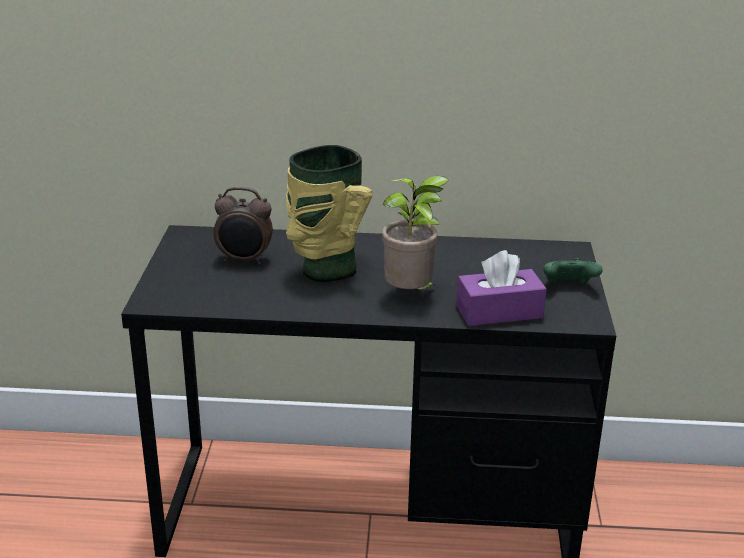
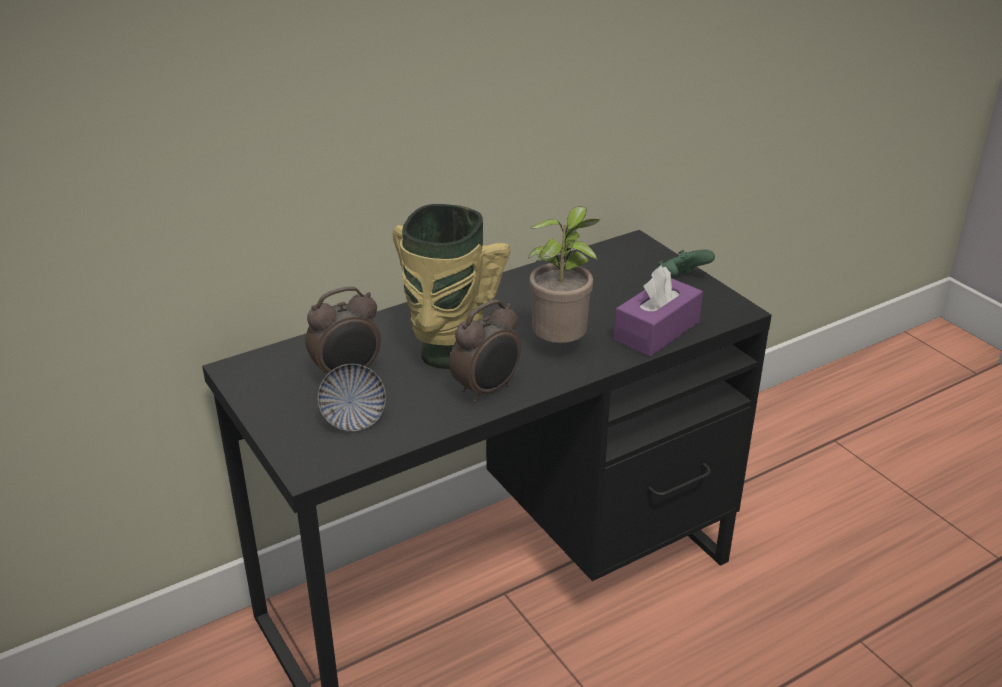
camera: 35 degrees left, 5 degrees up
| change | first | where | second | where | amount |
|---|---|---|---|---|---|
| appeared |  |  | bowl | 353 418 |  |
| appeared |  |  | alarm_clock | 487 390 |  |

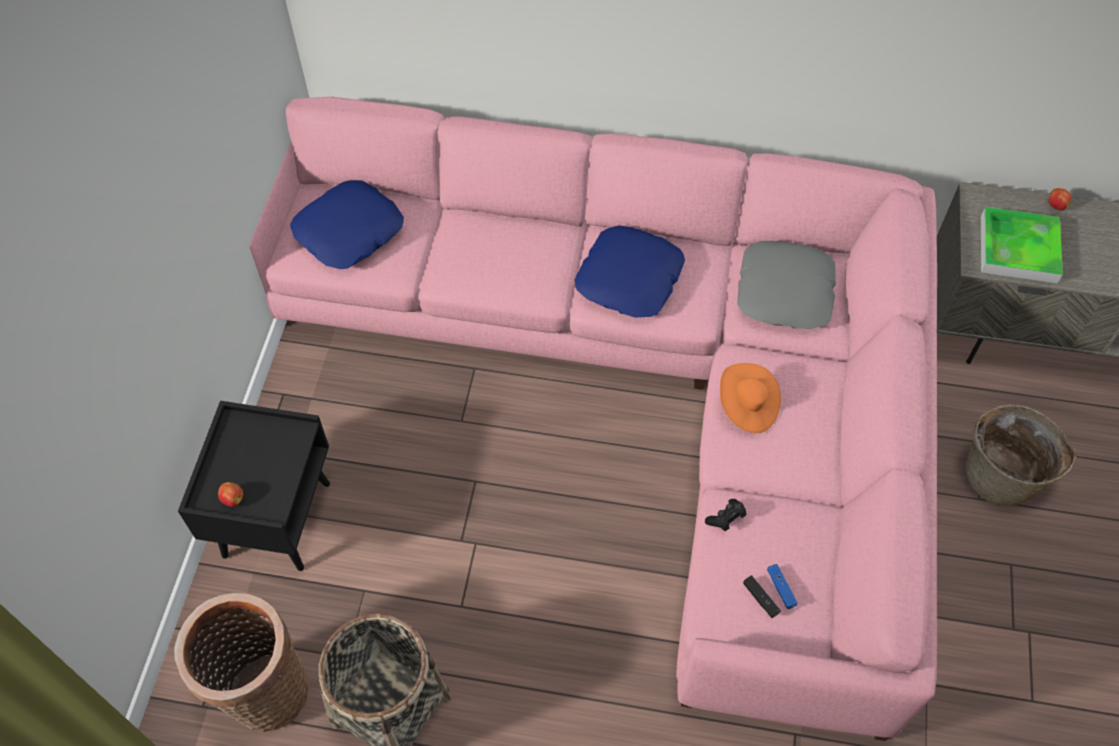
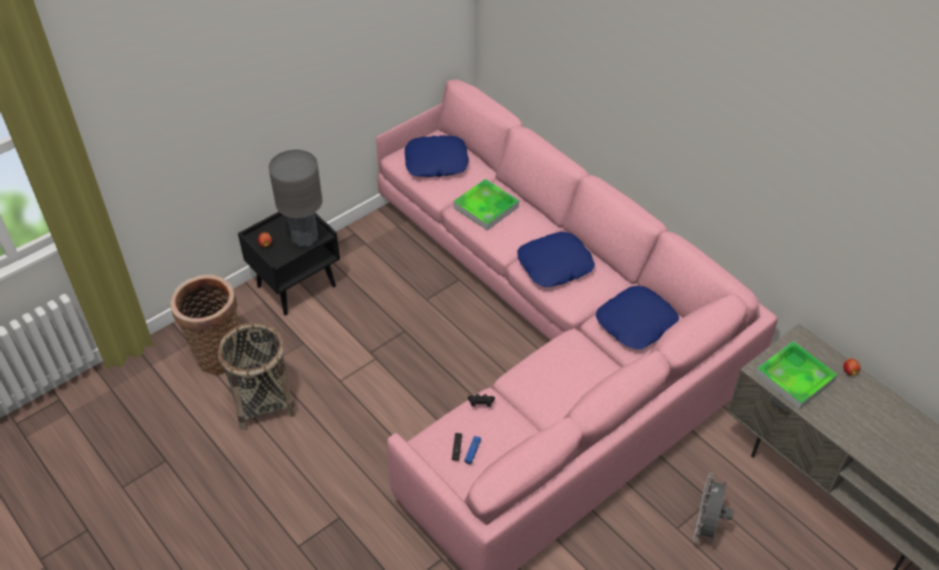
camera: 40 degrees right, 10 degrees down
| change | first | where | second | where | amount |
|---|---|---|---|---|---|
| missing | orange_hat | 747 406 |  |  |  |
| colour | grey_pillow | 785 292 | blue_pillow | 636 323 |  |
| exchanged | basket | 1002 475 | grey_fan | 706 527 |  |
| appeared |  |  | grey_table_lamp | 304 237 |  |
| appeared |  |  | tray | 486 207 |  |

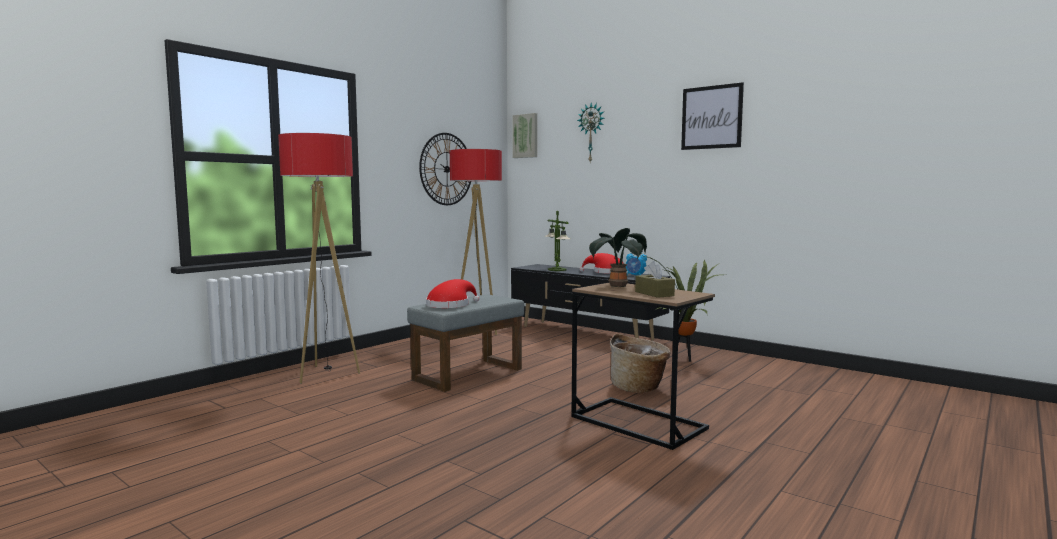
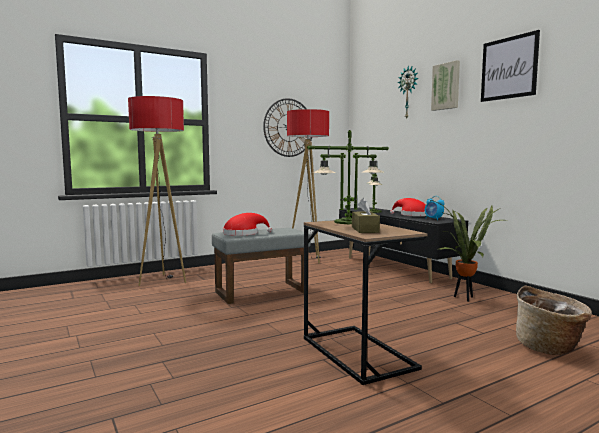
camera: 20 degrees right, 0 degrees up
| change | first | where | second | where | amount |
|---|---|---|---|---|---|
| relocated | picture | 526 136 |  | 446 86 |  |
| exchanged | potted_plant | 617 286 | table_lamp | 348 222 |  |
| relocated | basket | 639 388 |  | 549 348 |  |

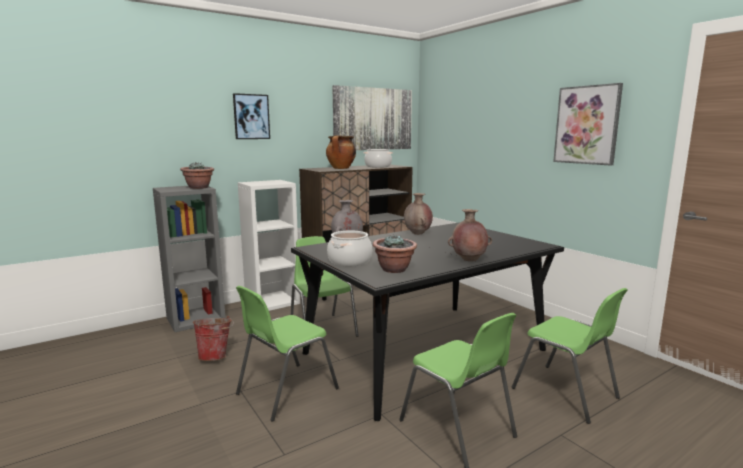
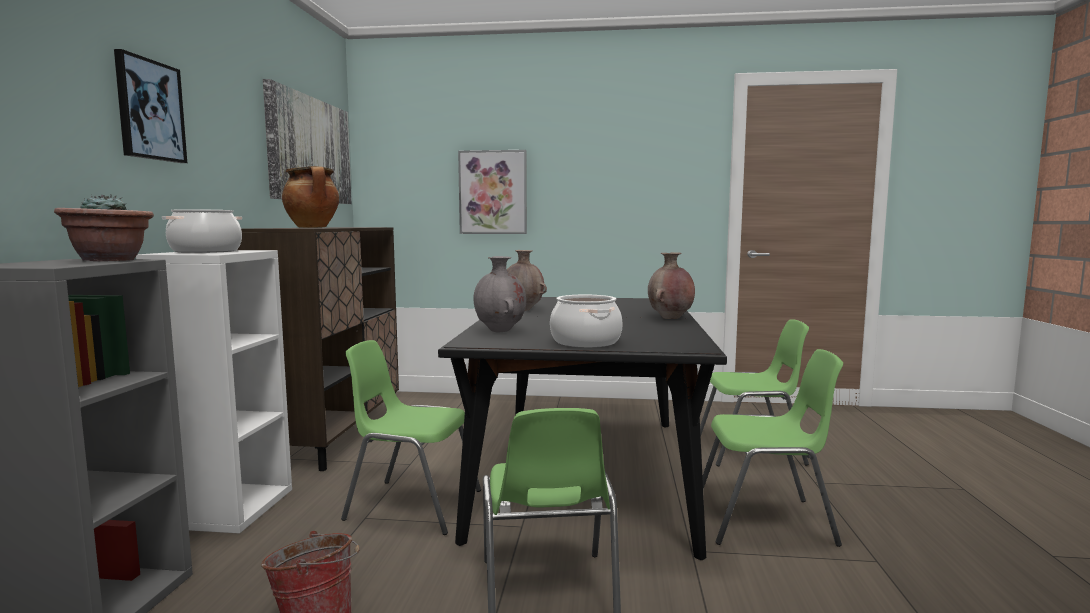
camera: 50 degrees left, 5 degrees down
| change | first | where | second | where | amount |
|---|---|---|---|---|---|
| relocated | cooking_pot | 378 166 |  | 205 251 |  |
| missing | potted_plant | 394 269 |  |  |  |
| relocated | picture | 587 125 |  | 493 192 |  |

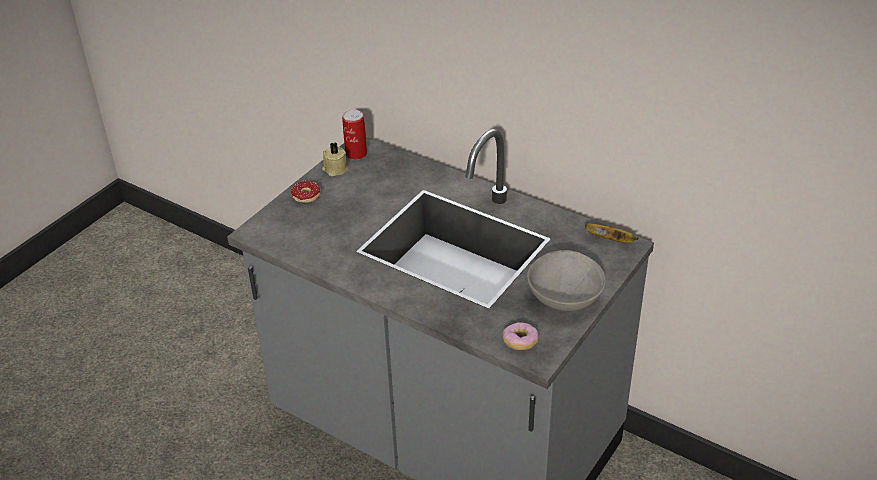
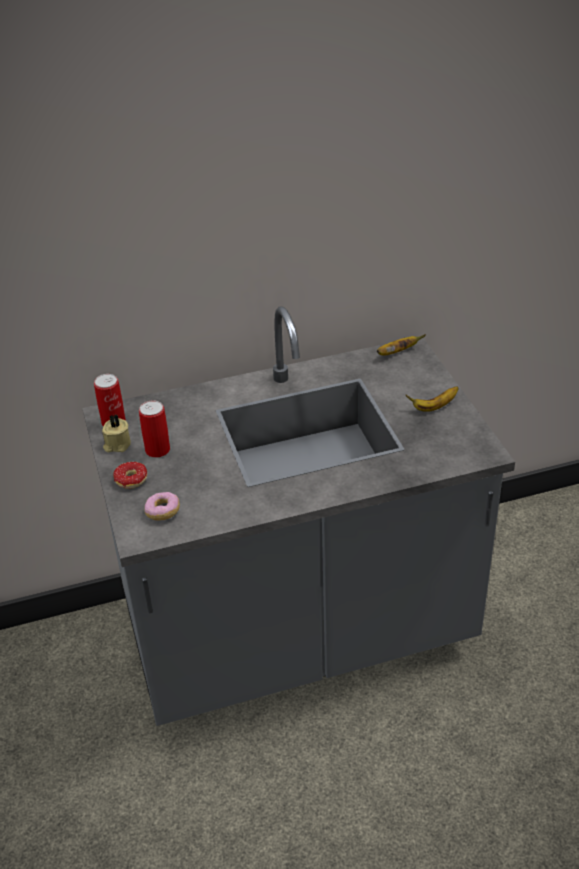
camera: 50 degrees left, 0 degrees up
| change | first | where | second | where | amount |
|---|---|---|---|---|---|
| relocated | donut | 520 342 |  | 163 512 |  |
| exchanged | grey_bowl | 563 297 | banana | 434 407 |  |
| appeared |  |  | can | 157 450 |  |

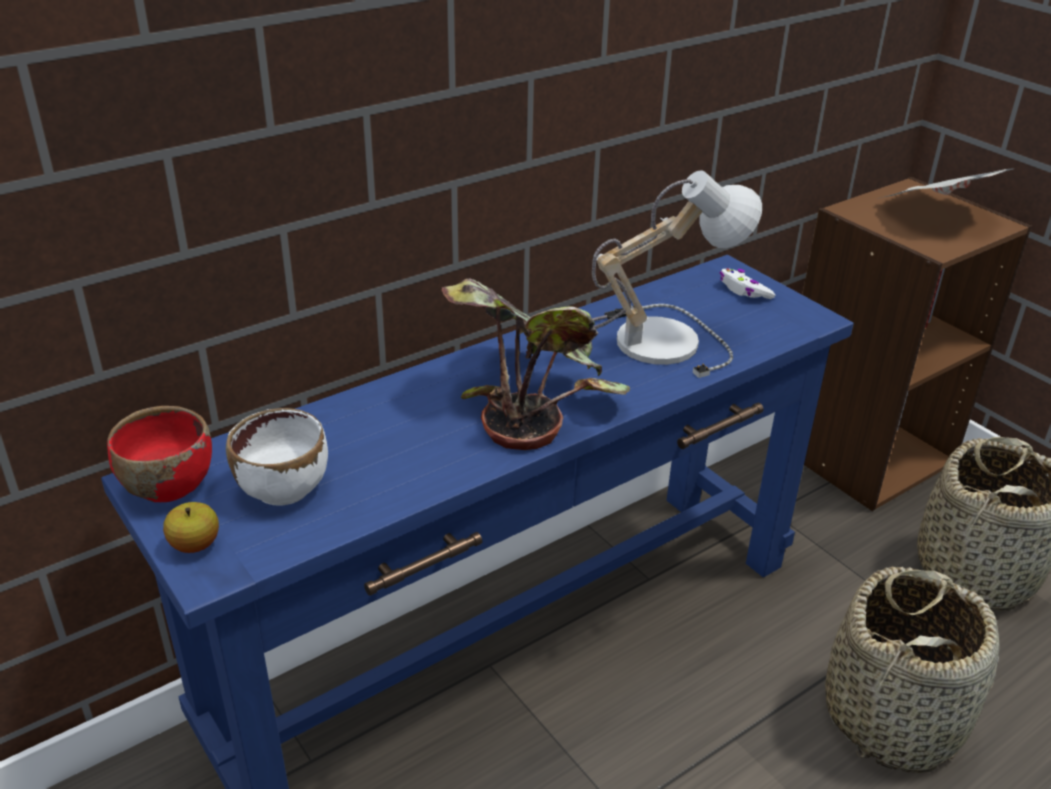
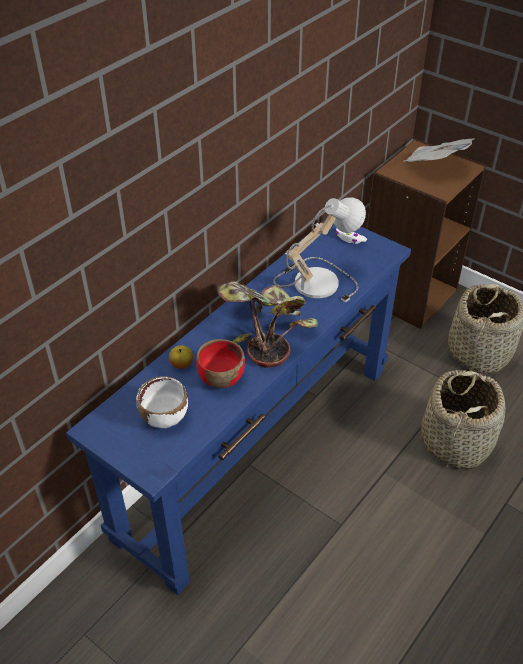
camera: 15 degrees left, 10 degrees up
| change | first | where | second | where | amount |
|---|---|---|---|---|---|
| relocated | red_bowl | 167 485 |  | 220 378 |  |
| relocated | apple | 195 545 |  | 181 364 |  |

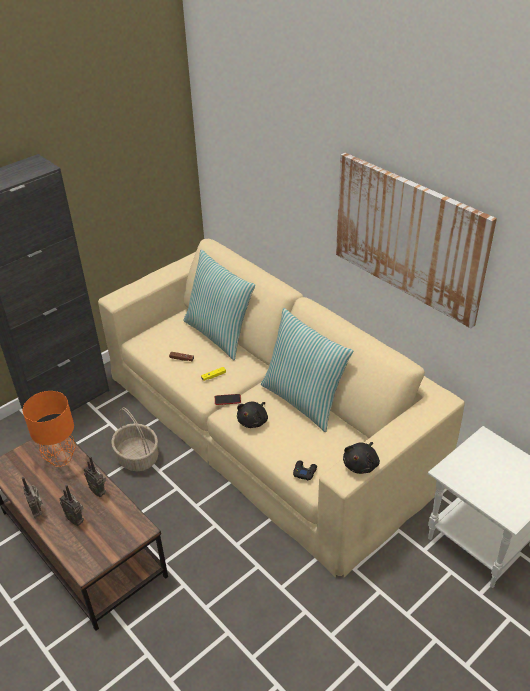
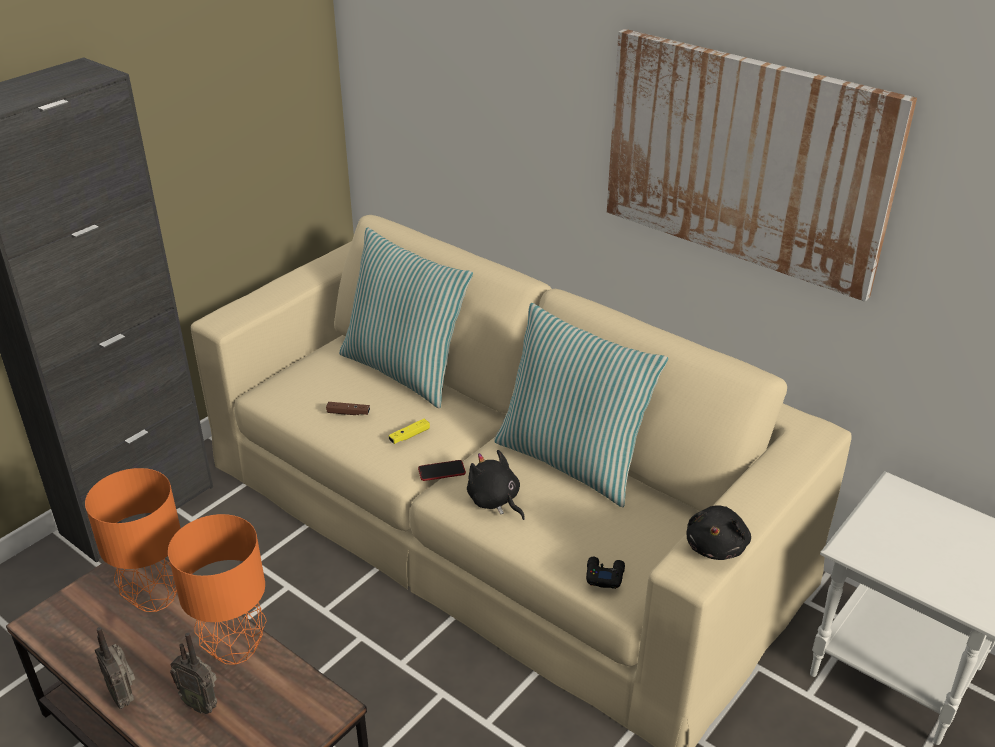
camera: 10 degrees left, 5 degrees down
| change | first | where | second | where | amount |
|---|---|---|---|---|---|
| exchanged | radio | 99 491 | orange_table_lamp | 237 647 |  |
| missing | basket | 138 457 |  |  |  |
| spun | black_plush_toy | 253 421 |  | 495 501 | 120 degrees clockwise |

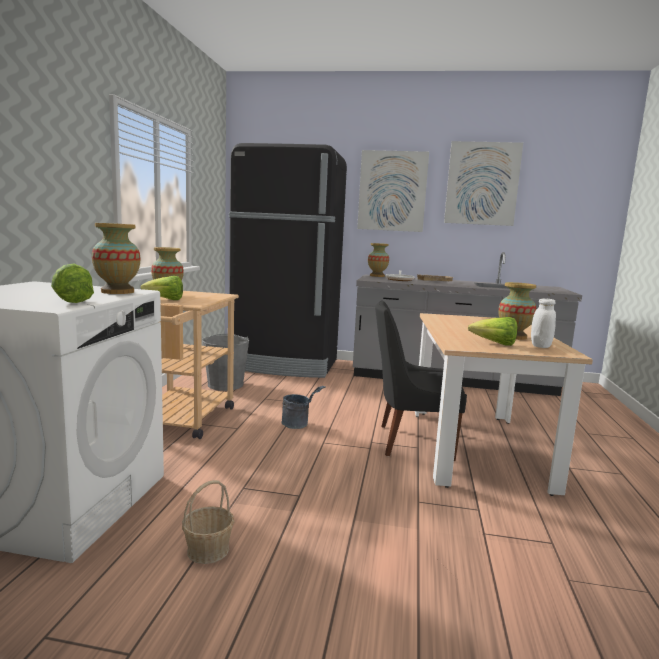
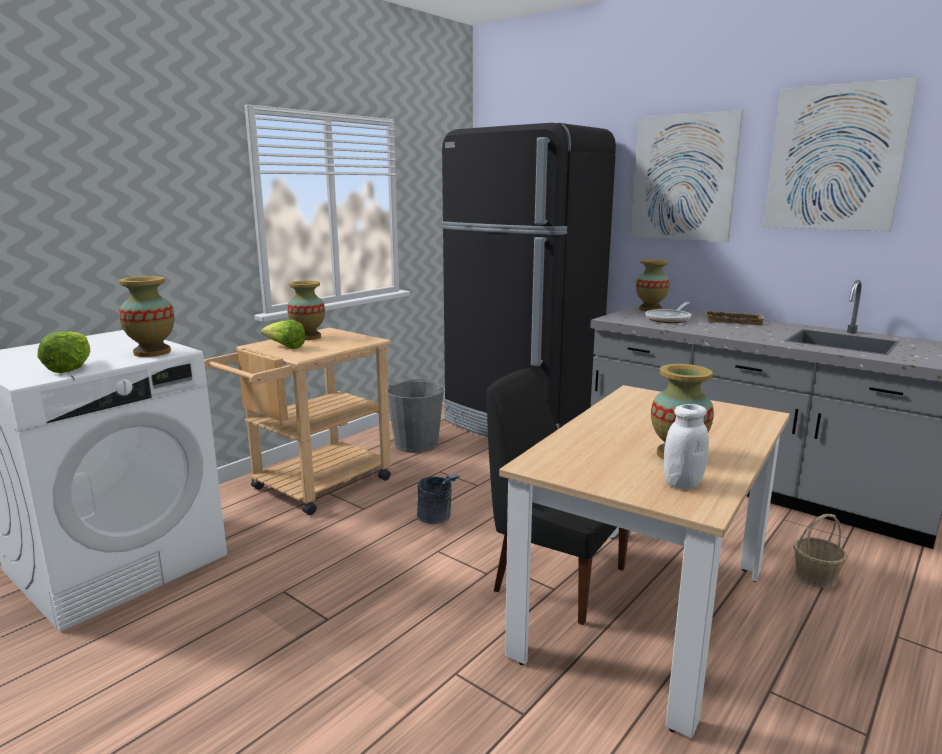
camera: 30 degrees right, 5 degrees up
| change | first | where | second | where | amount |
|---|---|---|---|---|---|
| relocated | basket | 208 550 |  | 815 576 |  |
| missing | lettuce | 495 344 |  |  |  |

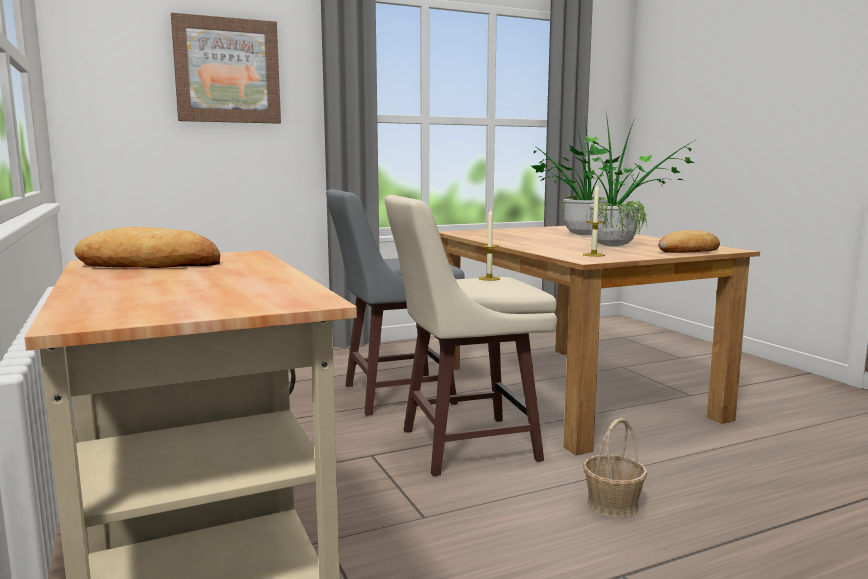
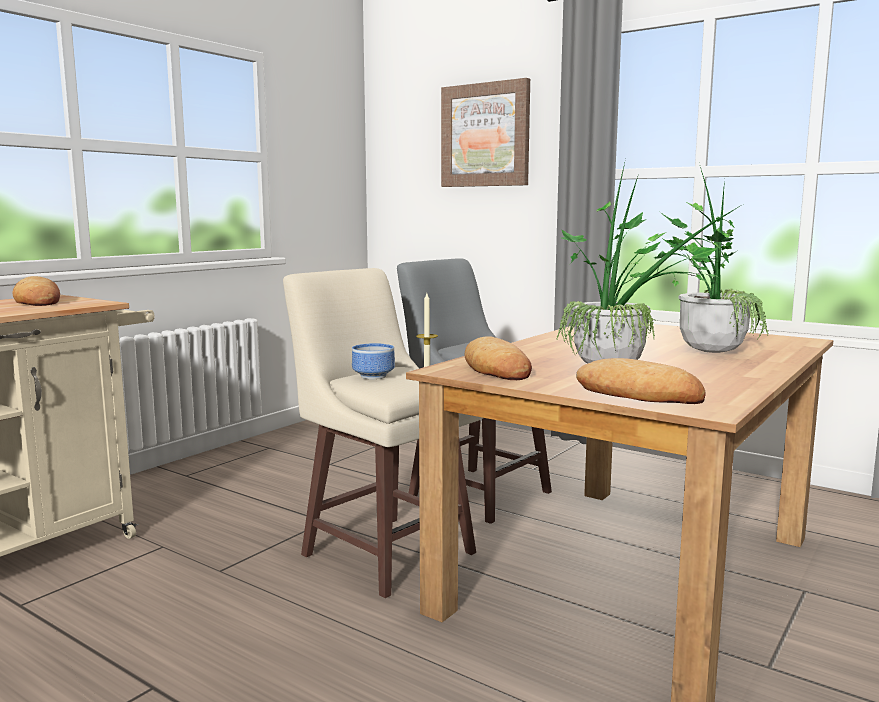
camera: 60 degrees right, 0 degrees up
| change | first | where | second | where | amount |
|---|---|---|---|---|---|
| exchanged | candle | 593 255 | bread | 496 368 |  |
| missing | basket | 612 505 |  |  |  |
| appeared |  |  | bowl | 375 376 |  |

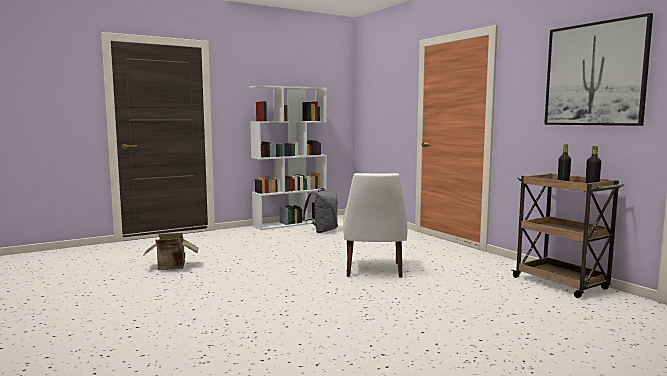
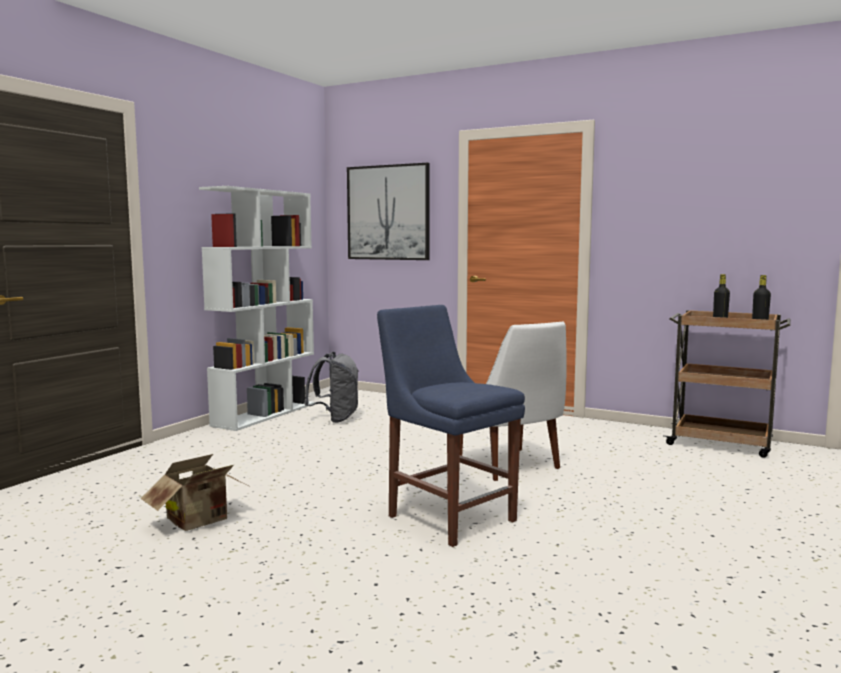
camera: 30 degrees left, 0 degrees up
| change | first | where | second | where | amount |
|---|---|---|---|---|---|
| relocated | picture | 594 74 |  | 388 212 |  |
| appeared |  |  | blue_chair | 447 516 |  |

